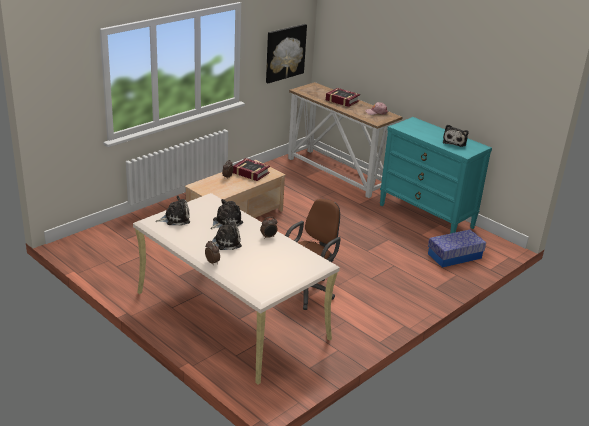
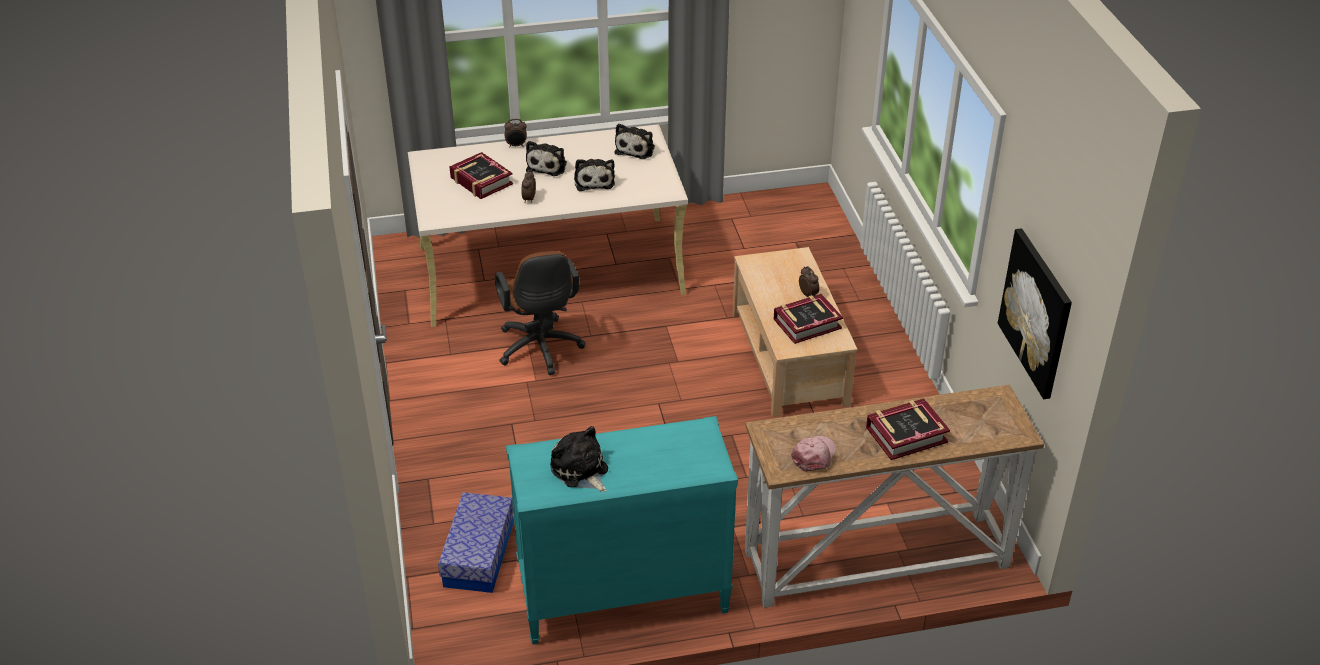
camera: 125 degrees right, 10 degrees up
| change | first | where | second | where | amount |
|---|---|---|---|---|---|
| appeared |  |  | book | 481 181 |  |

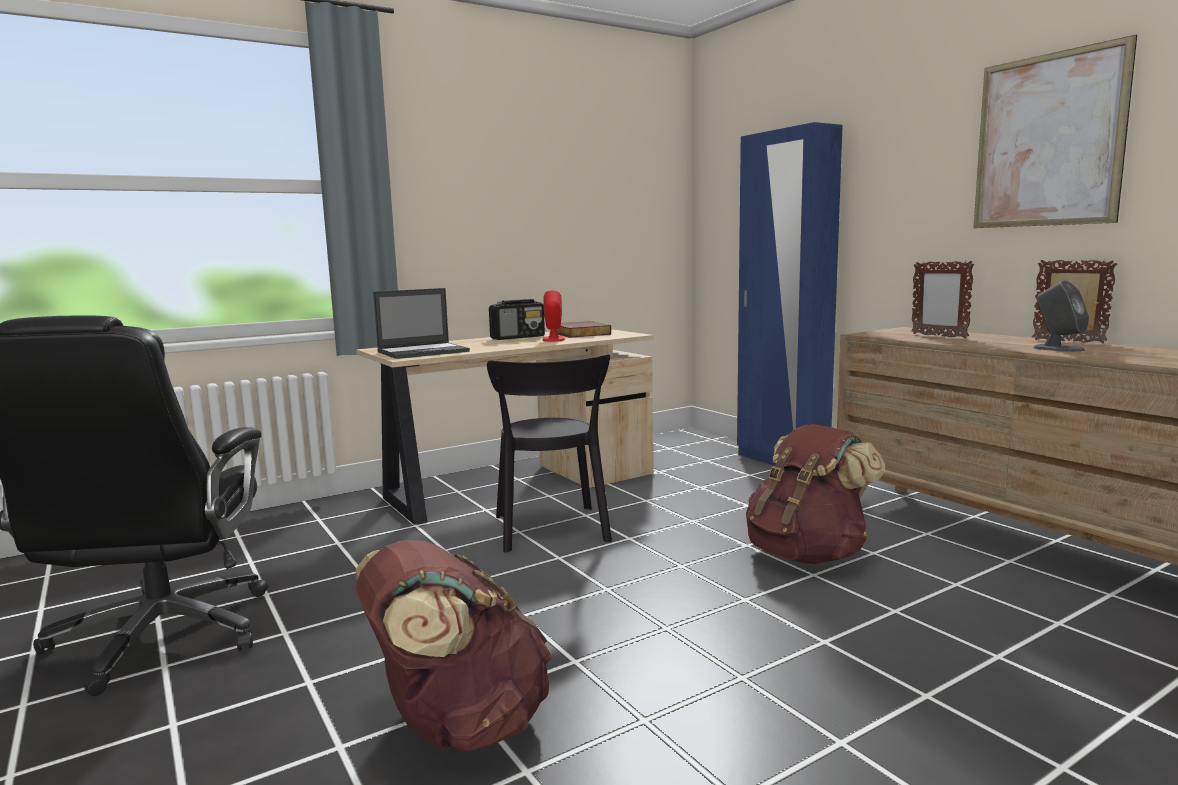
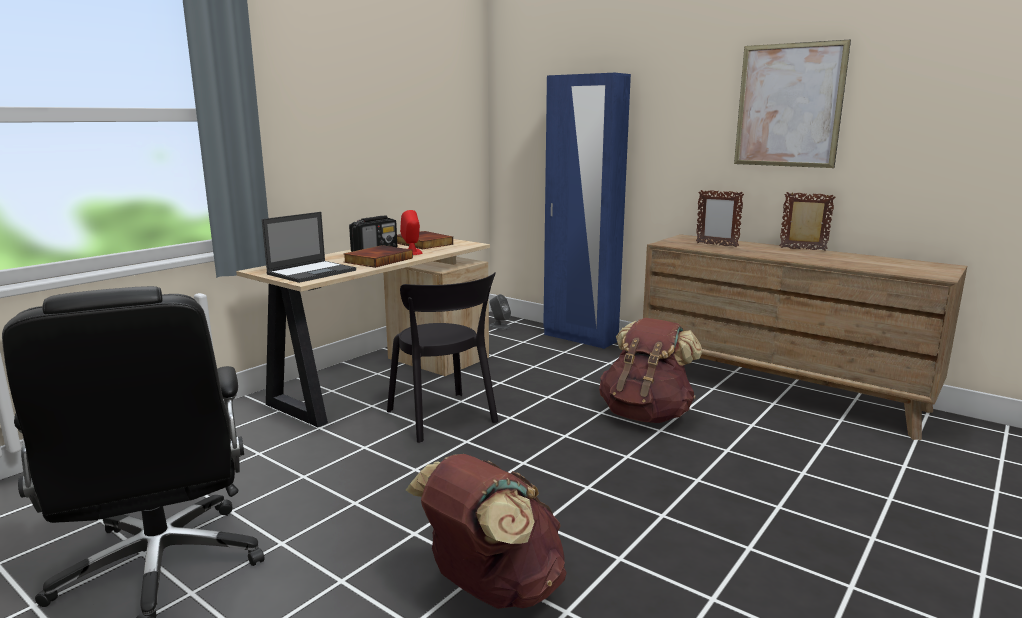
camera: 20 degrees left, 5 degrees up
| change | first | where | second | where | amount |
|---|---|---|---|---|---|
| relocated | grey_speaker | 1057 348 |  | 499 326 |  |
| appeared |  |  | book | 378 260 |  |

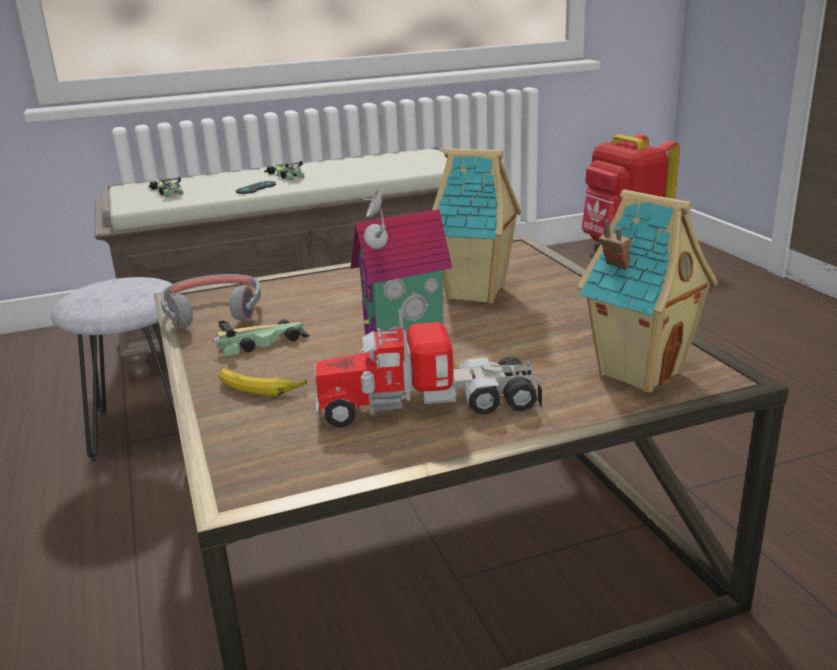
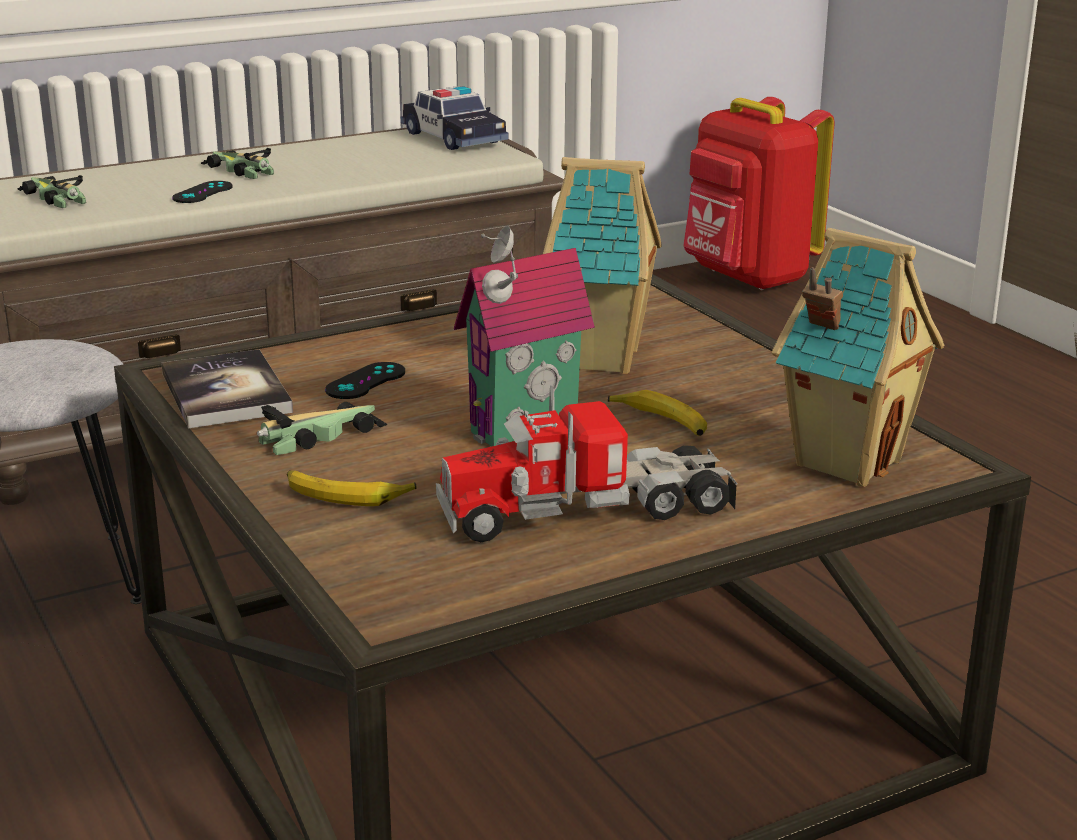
camera: 10 degrees left, 0 degrees up
| change | first | where | second | where | amount |
|---|---|---|---|---|---|
| exchanged | grey_headphones | 213 312 | book | 226 392 |  |
| appeared |  |  | black_game_controller | 366 381 |  |
| appeared |  |  | toy_car | 453 137 |  |
| appeared |  |  | banana | 660 422 |  |

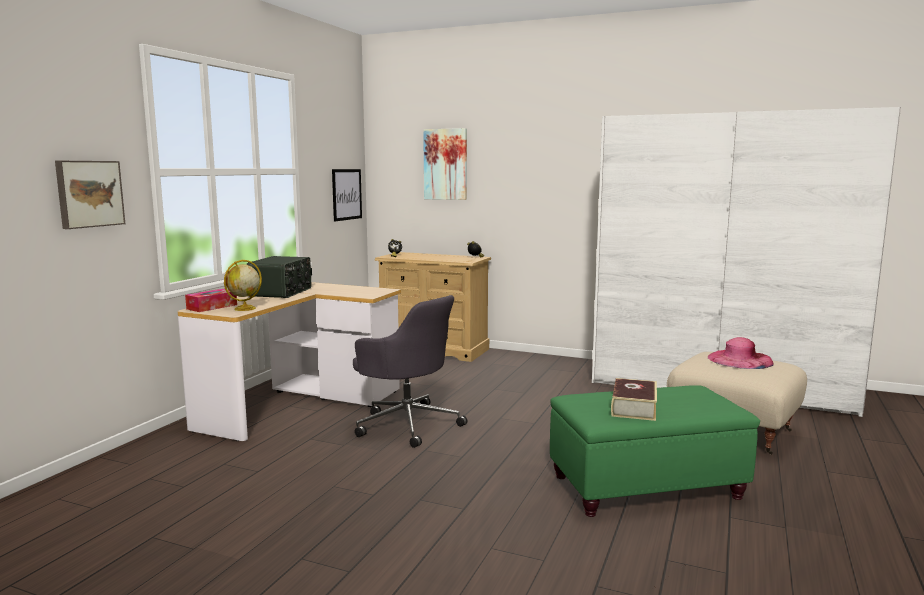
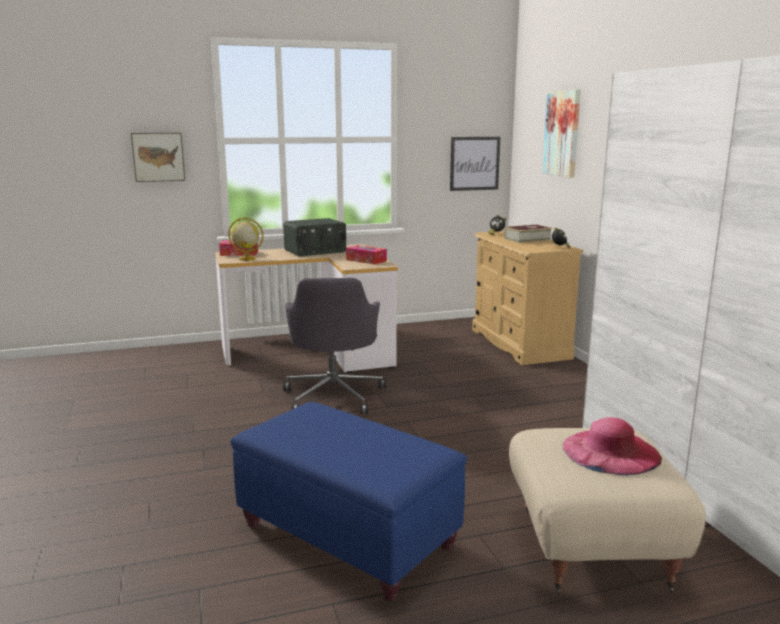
camera: 50 degrees right, 5 degrees up
| change | first | where | second | where | amount |
|---|---|---|---|---|---|
| colour | green_ottoman | 647 486 | blue_ottoman | 348 535 |  |
| relocated | book | 633 407 |  | 527 239 |  |
| appeared |  |  | tissue_box | 366 260 |  |

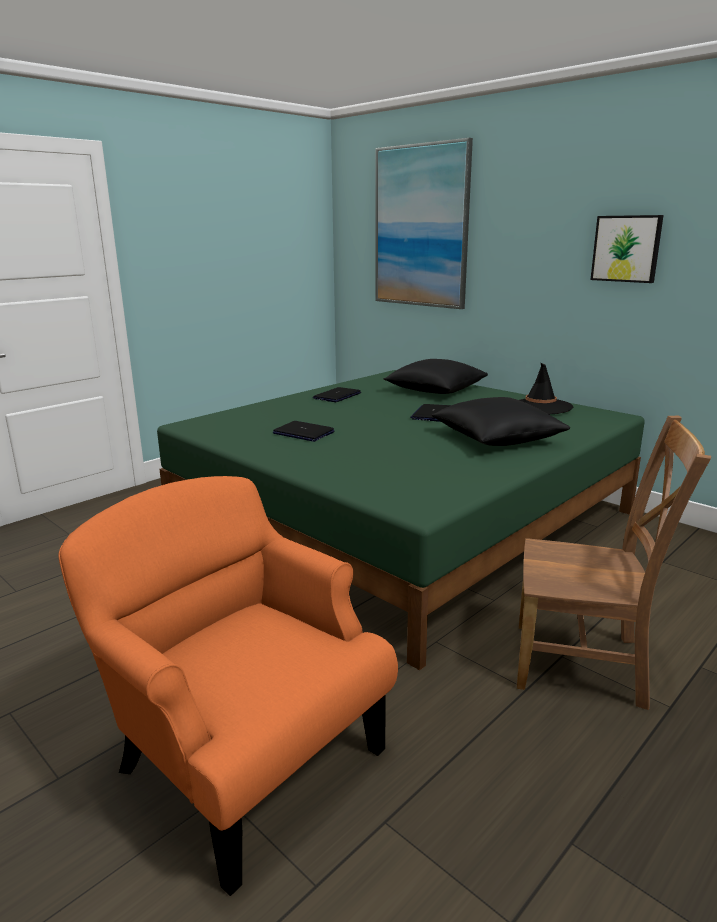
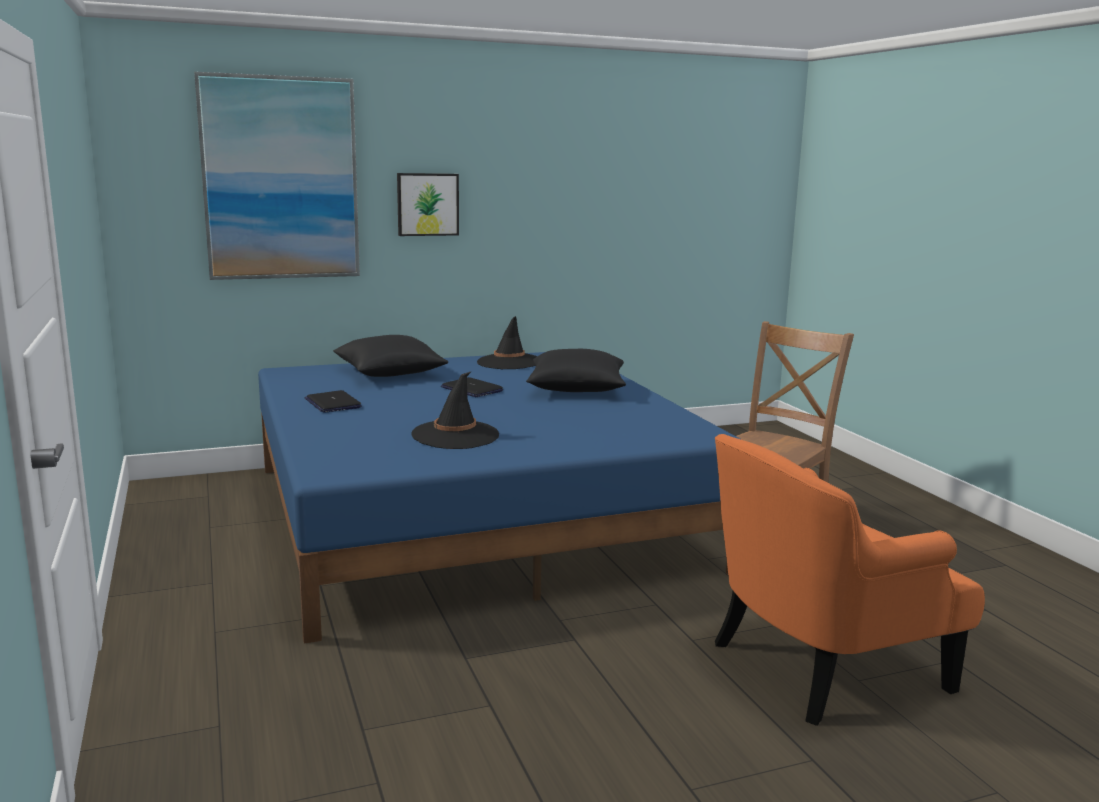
camera: 65 degrees left, 5 degrees down
| change | first | where | second | where | amount |
|---|---|---|---|---|---|
| colour | green_bed | 403 519 | blue_bed | 475 516 |  |
| exchanged | laptop | 303 433 | black_hat | 455 435 |  |
| relocated | picture | 626 248 |  | 427 204 |  |

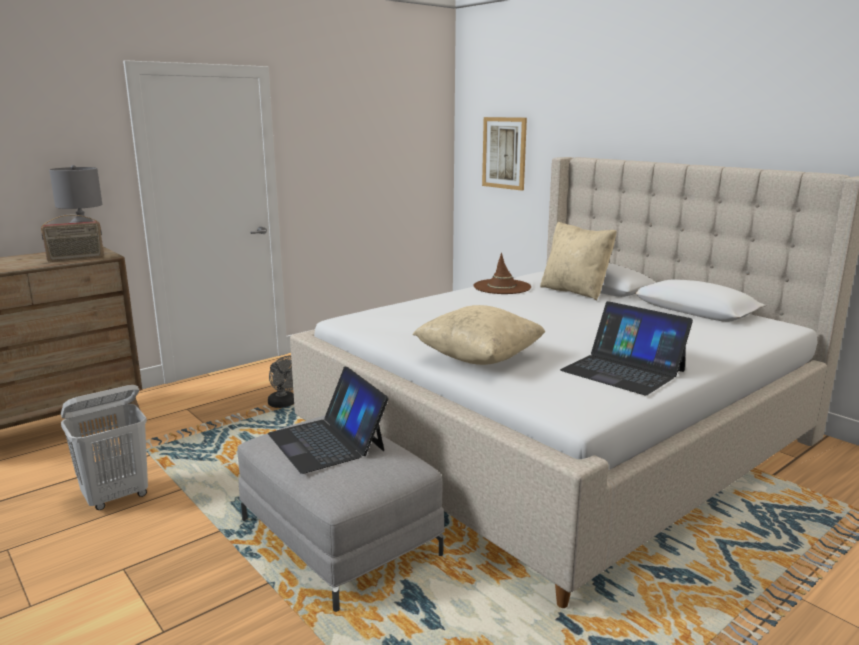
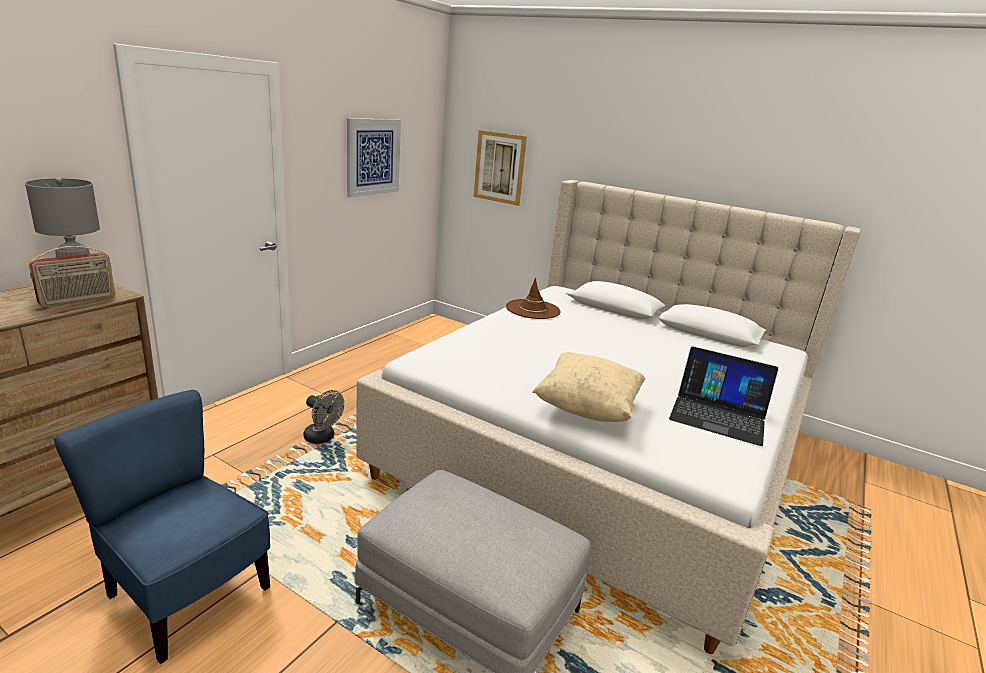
camera: 20 degrees left, 5 degrees up
| change | first | where | second | where | amount |
|---|---|---|---|---|---|
| exchanged | white_laundry_basket | 116 497 | blue_chair | 186 594 |  |
| missing | laptop | 327 441 |  |  |  |
| missing | beige_pillow | 575 291 |  |  |  |
| appeared |  |  | picture | 373 157 |  |

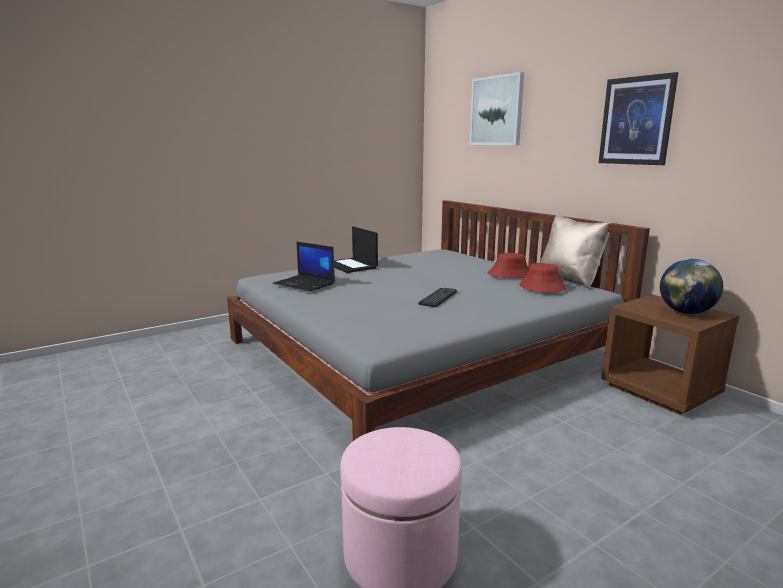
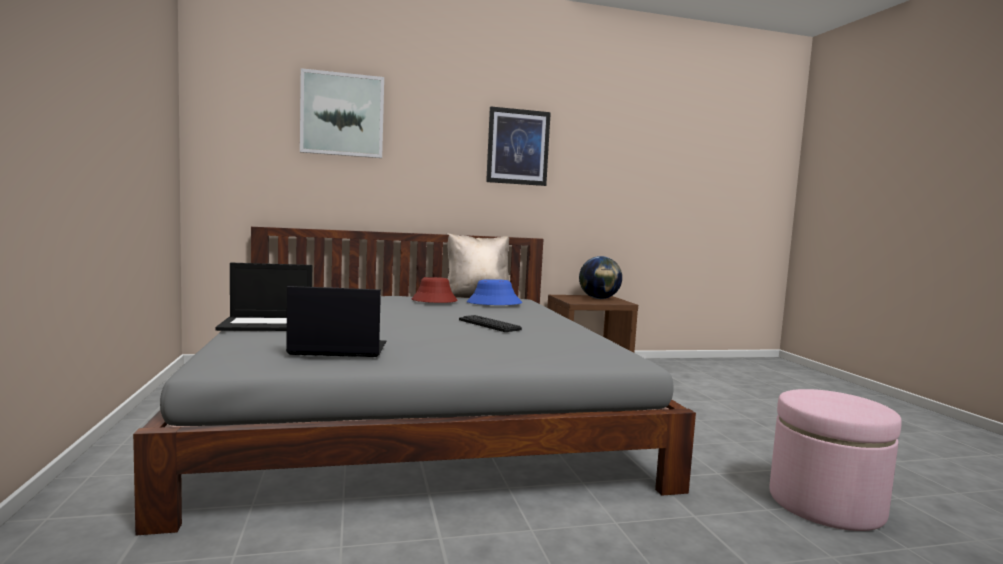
camera: 70 degrees left, 10 degrees down
| change | first | where | second | where | amount |
|---|---|---|---|---|---|
| spun | laptop | 305 284 |  | 337 349 | 150 degrees counterclockwise |
| colour | red_hat | 541 287 | blue_hat | 494 303 |  |

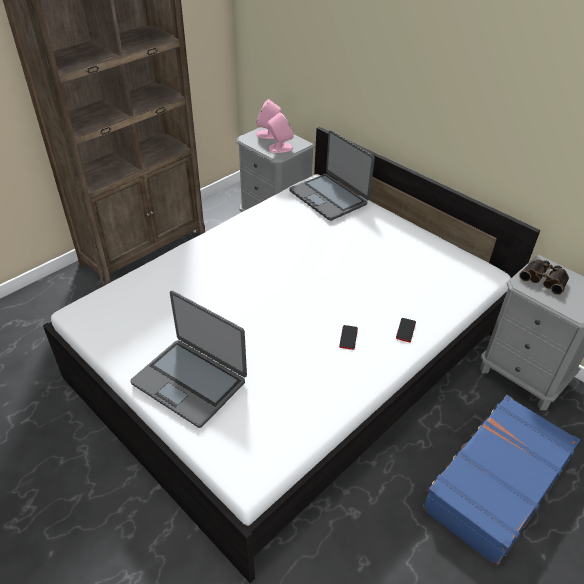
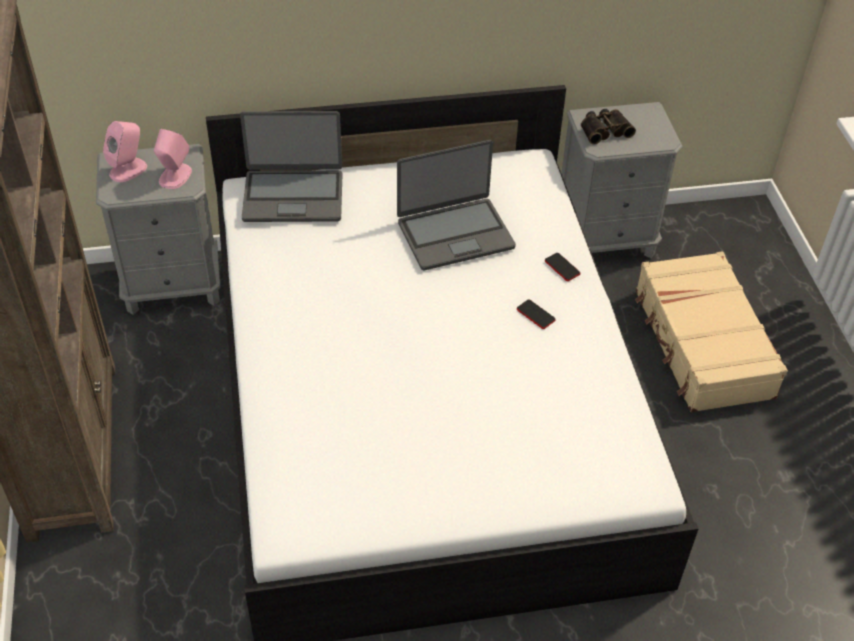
camera: 55 degrees left, 5 degrees up
| change | first | where | second | where | amount |
|---|---|---|---|---|---|
| relocated | laptop | 190 381 |  | 455 234 |  |
| colour | blue_suitcase | 495 484 | beige_suitcase | 701 344 |  |

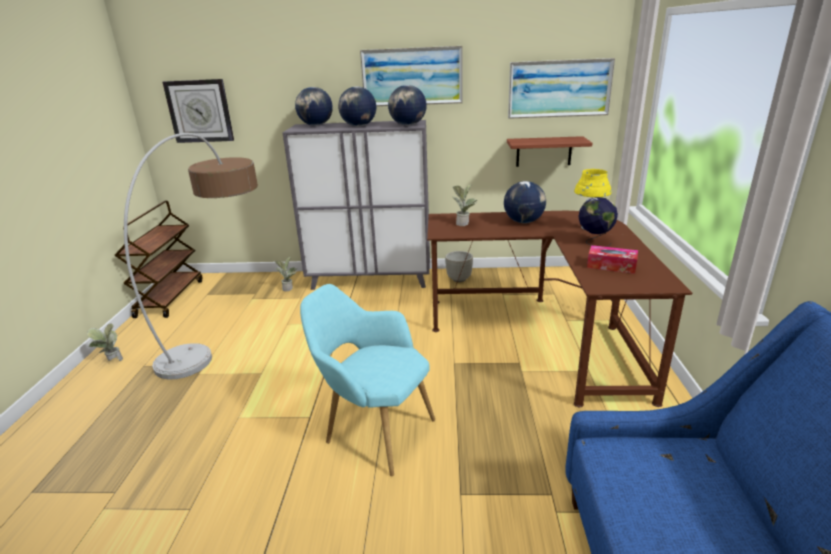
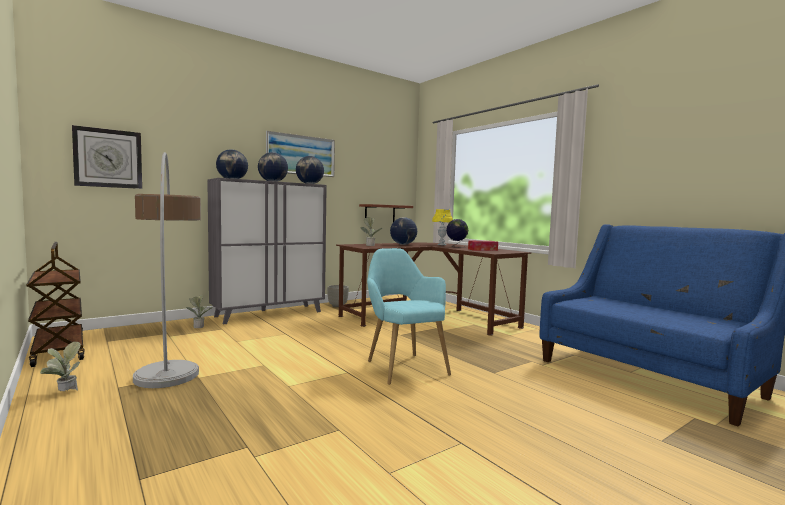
camera: 40 degrees left, 20 degrees down
| change | first | where | second | where | amount |
|---|---|---|---|---|---|
| spun | turquoise_armchair | 373 431 |  | 403 366 | 75 degrees clockwise |
| missing | picture | 559 88 |  |  |  |

